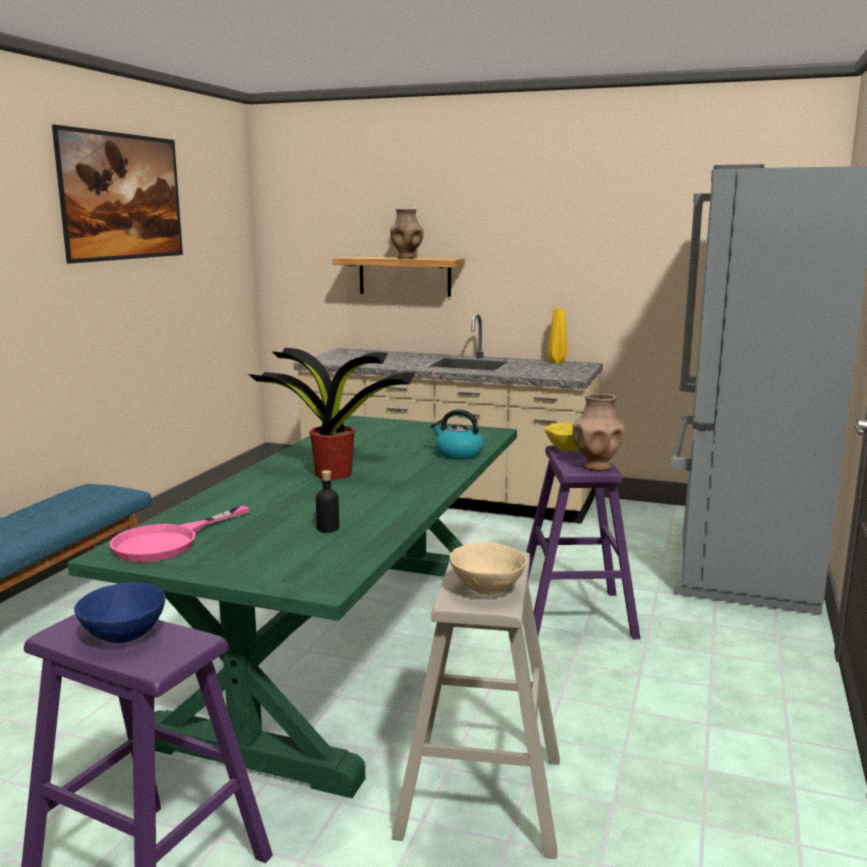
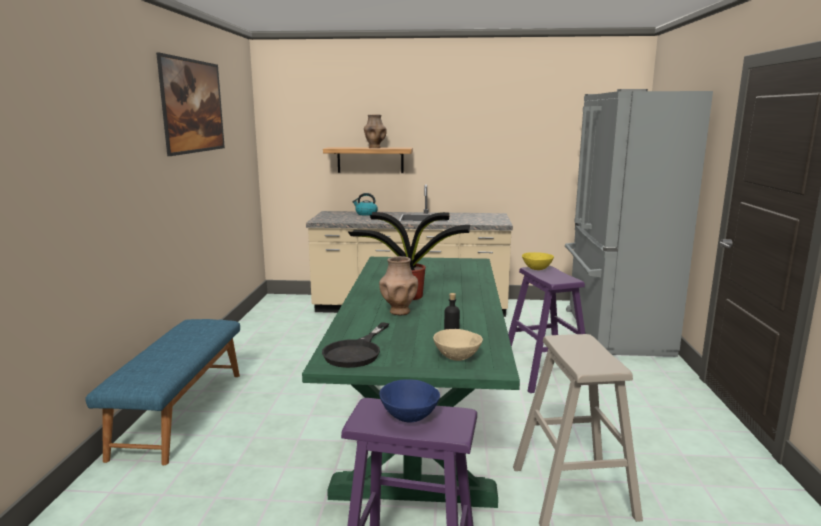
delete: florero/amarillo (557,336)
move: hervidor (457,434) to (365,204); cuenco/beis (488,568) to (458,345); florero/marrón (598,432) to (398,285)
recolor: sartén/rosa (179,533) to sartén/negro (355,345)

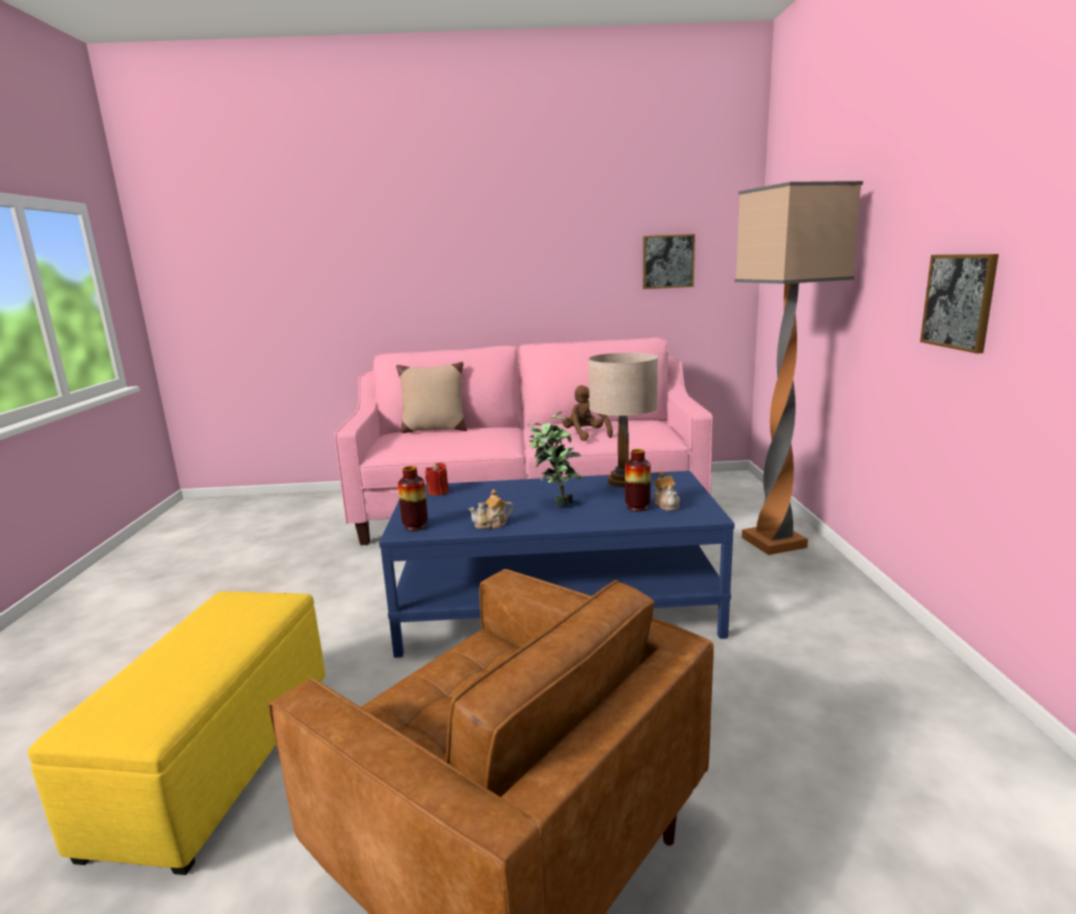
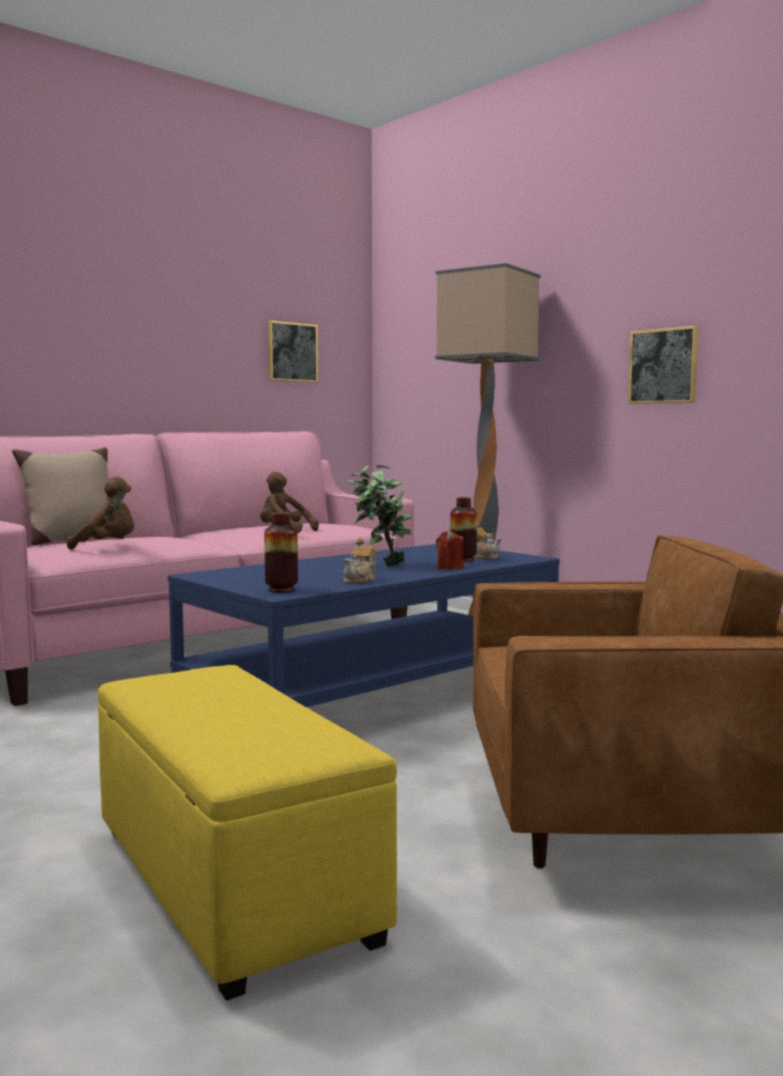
delete: lámpara de mesa/beis (623,420)
insert: peluche/marrón (100,513)
move: vela/rojo (437,479) to (450,550)

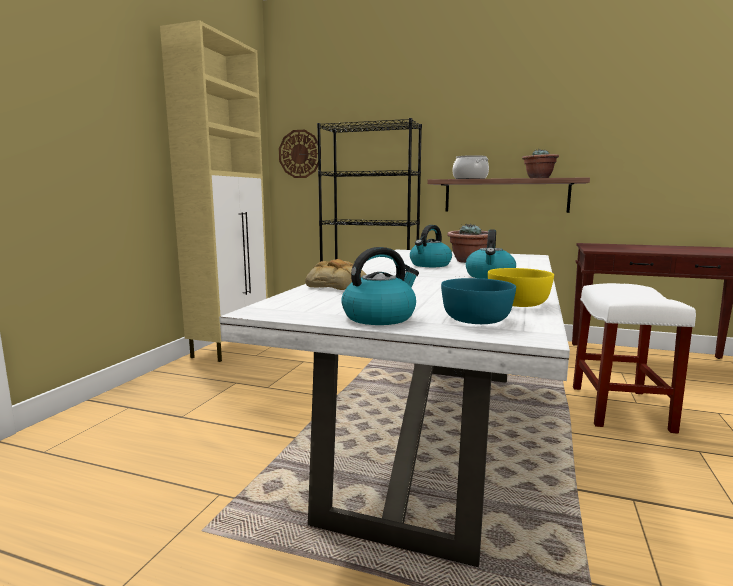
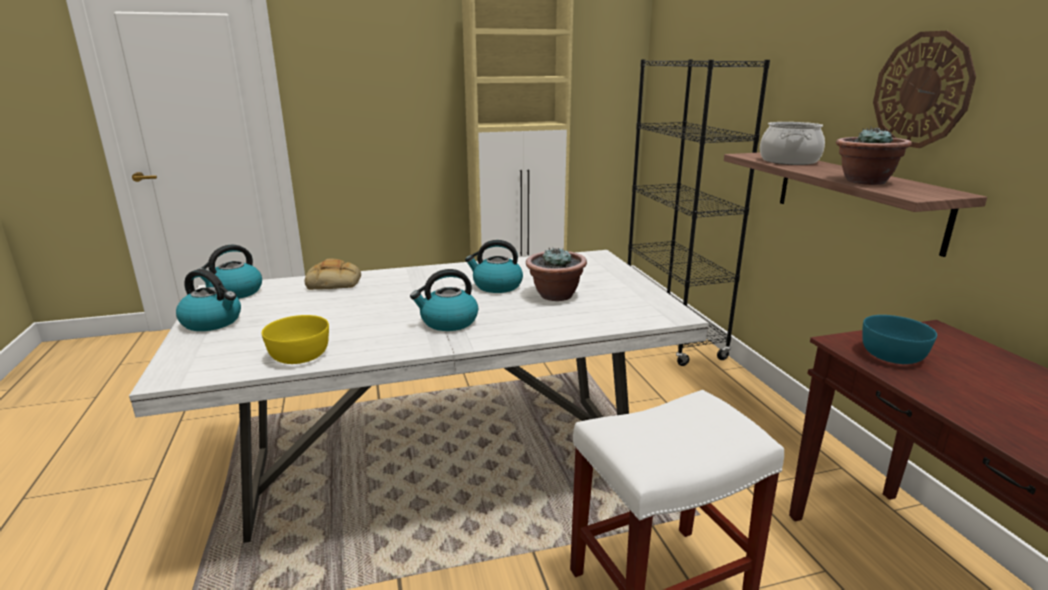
insert: hervidor (230,272)
move: reloj de pared (298,154) to (924,89); cuenco/turquesa (478,301) to (899,339)

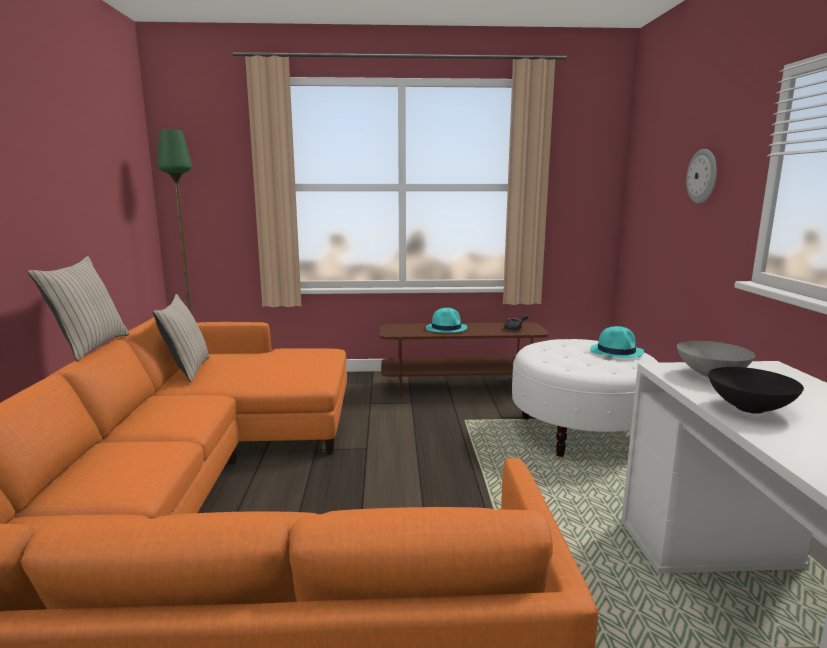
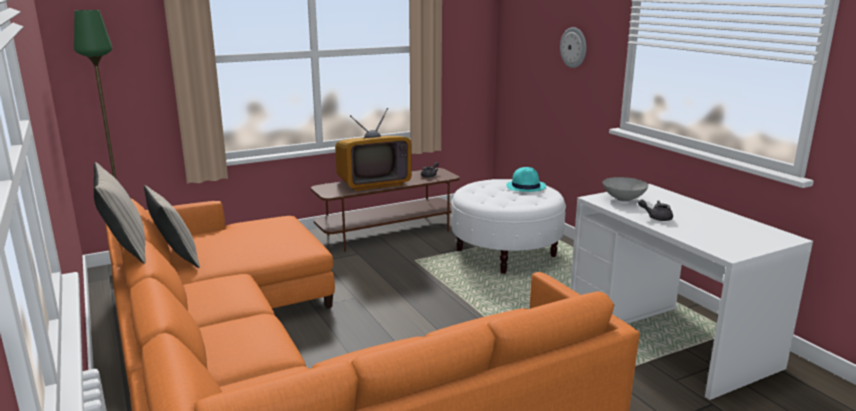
replace: sombrero/turquesa (446,320) to televisor (373,149); cuenco/negro (756,390) to tetera/gris (655,210)

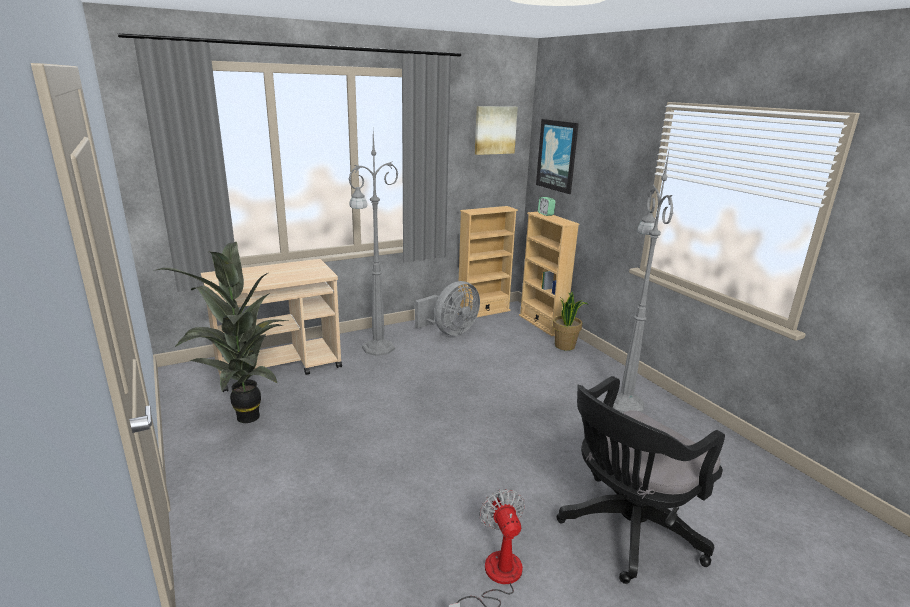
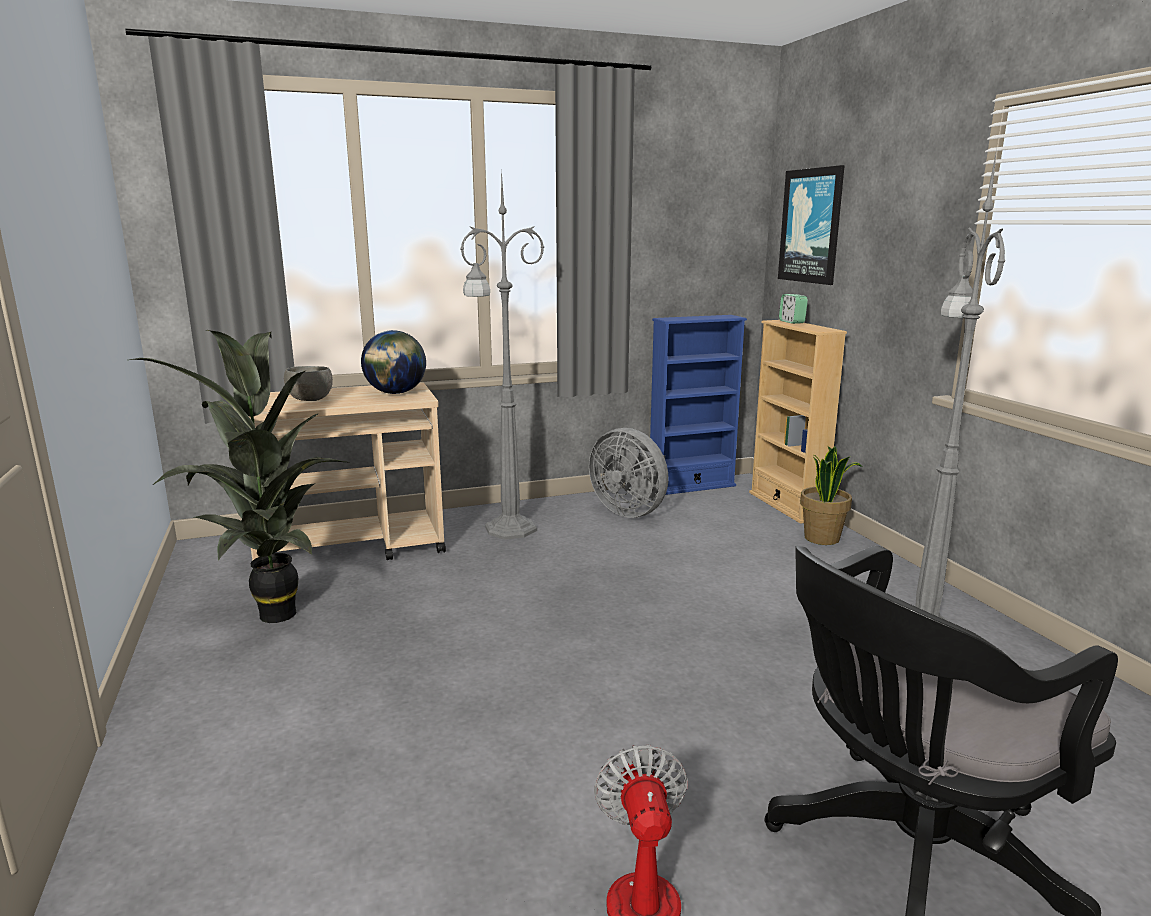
delete: cuadro (496,130)
insert: cuenco/gris (308,383); globo terráqueo (393,362)
recolor: estantería/beis (488,261) to estantería/azul (698,405)
rotate: ventilador/gris (447,308) = (629,473) 75 degrees clockwise

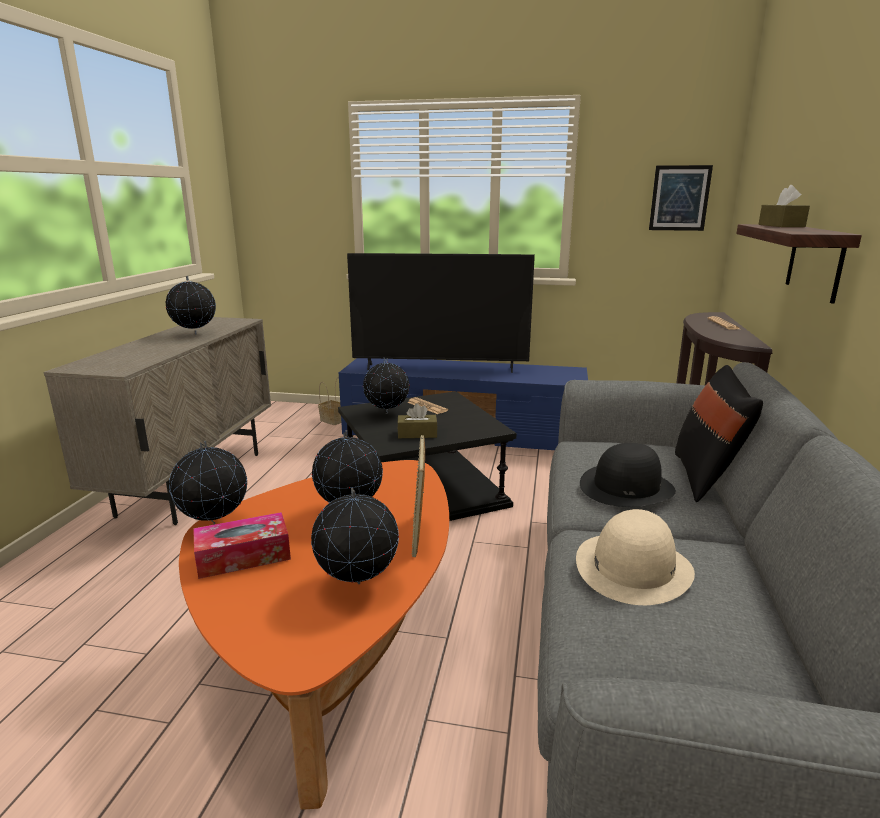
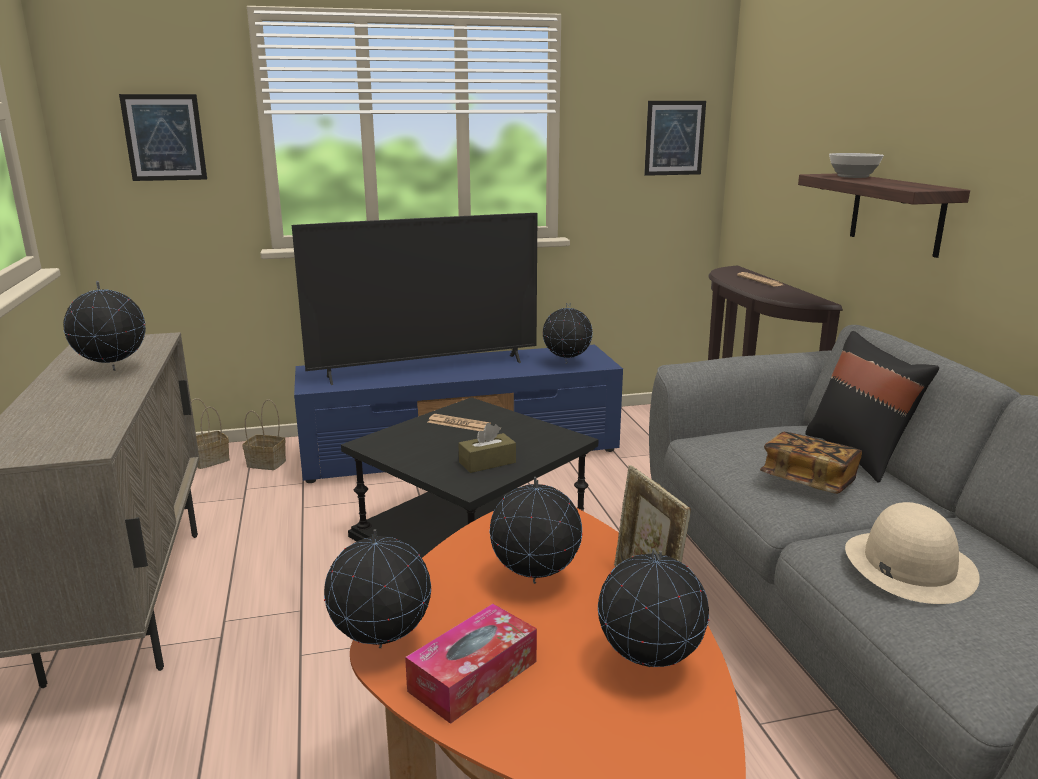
insert: cuadro (163,137); cesta (210,433)
move: globo terráqueo (386,386) to (568,333)
replace: sombrero/negro (628,475) to libro (811,463); caja de pañuelos/marrón (784,206) to cuenco (856,165)

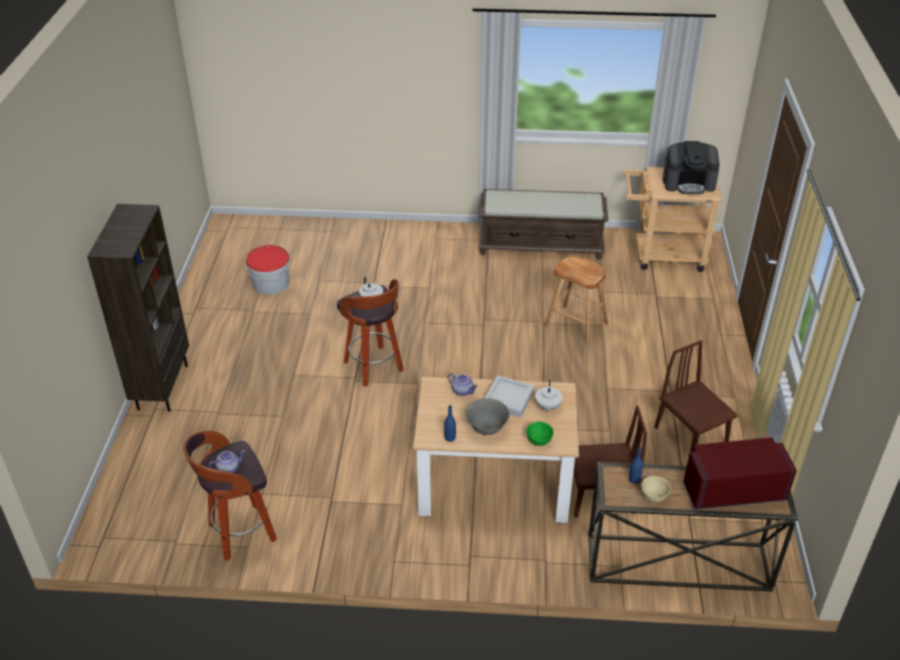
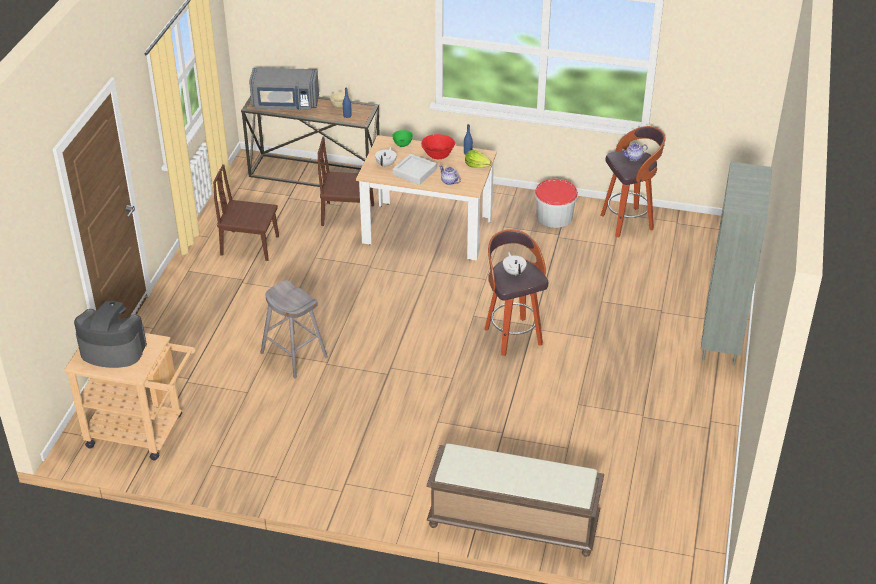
insert: lechuga (478,159)
move: cubo (268,270) to (556,203); banco/marrón (543,224) to (515,500)
recolor: estantería/marrón (138,308) to estantería/gris (736,263); cuenco/gris (488,416) to cuenco/rojo (438,146); taburete/marrón (576,301) to taburete/gris (294,329); microondas/rojo (740,473) to microondas/gris (284,89)
rotate: silla/marrón (696,396) = (246,212) 120 degrees clockwise

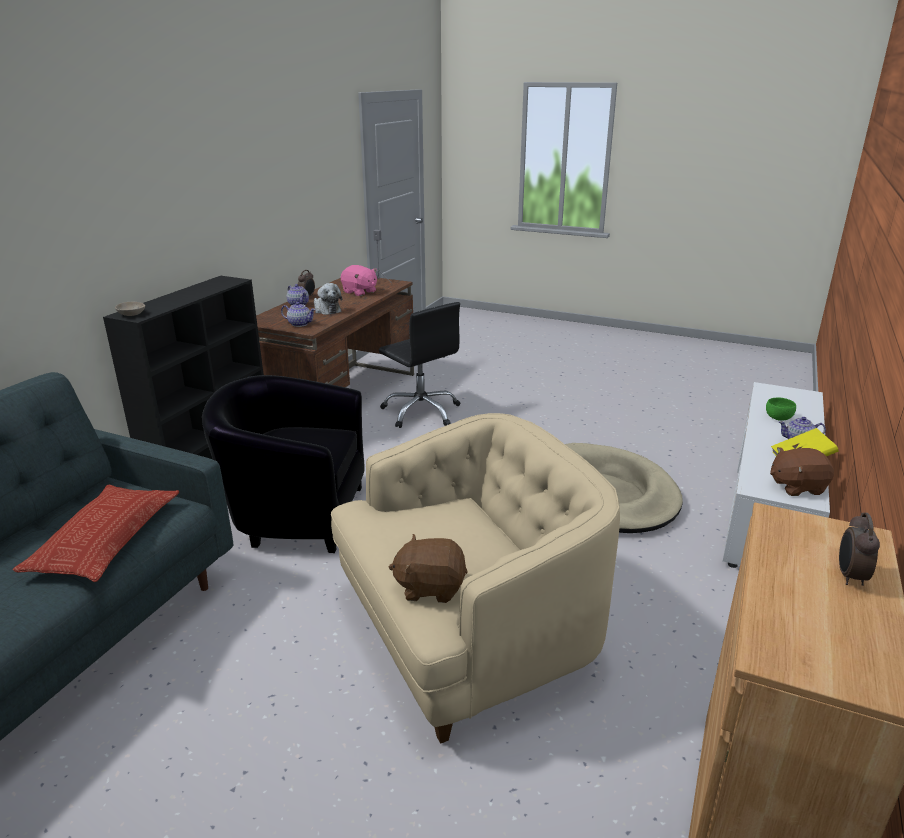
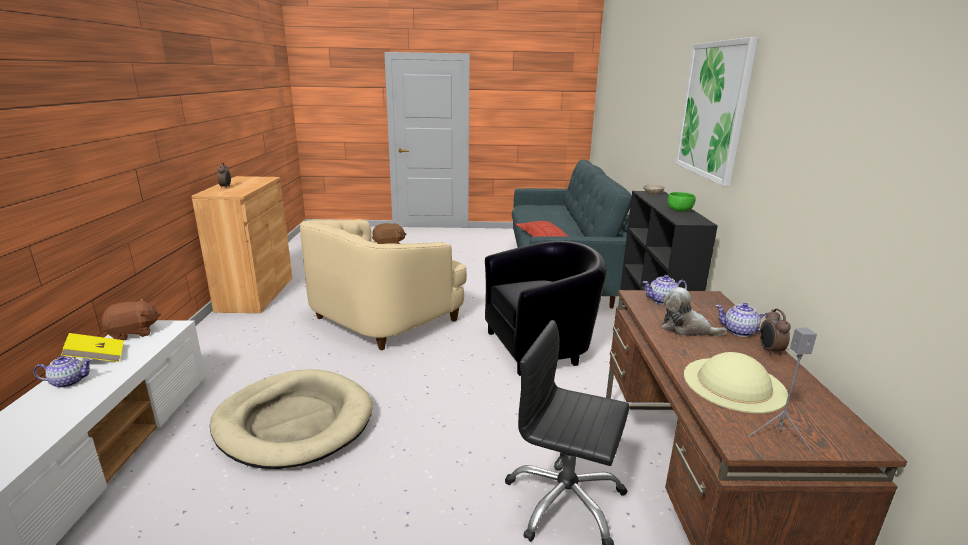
insert: cuadro (716,111)
move: cuenco/verde (781,409) to (682,201)
replace: peluche/rosa (359,280) to sombrero/beis (736,382)

